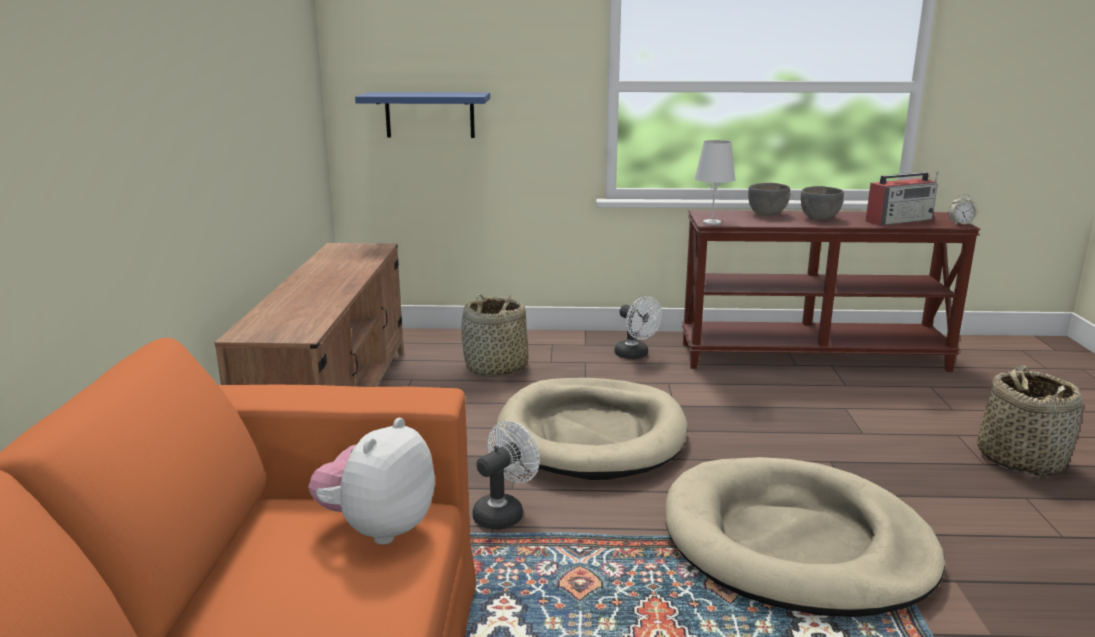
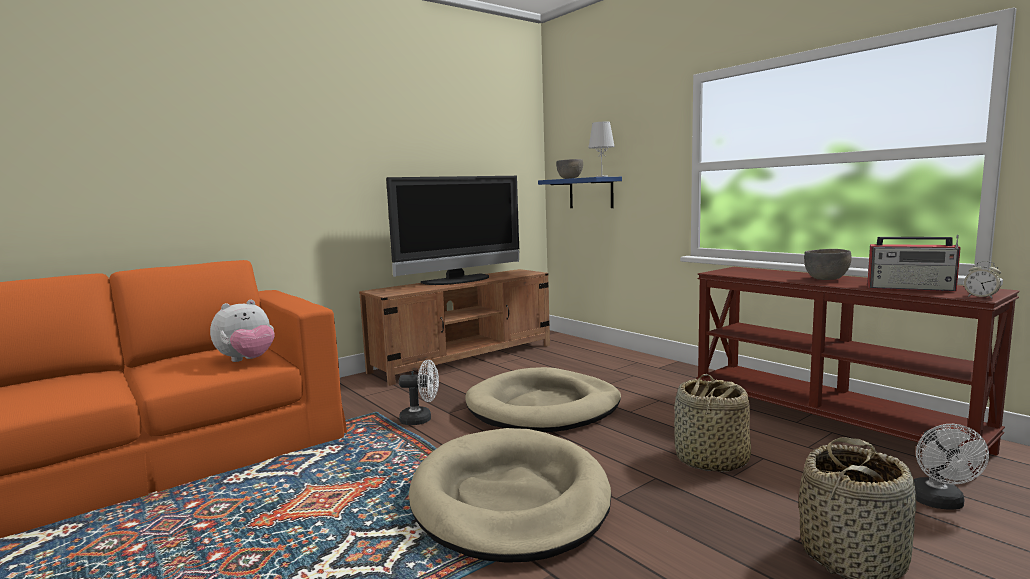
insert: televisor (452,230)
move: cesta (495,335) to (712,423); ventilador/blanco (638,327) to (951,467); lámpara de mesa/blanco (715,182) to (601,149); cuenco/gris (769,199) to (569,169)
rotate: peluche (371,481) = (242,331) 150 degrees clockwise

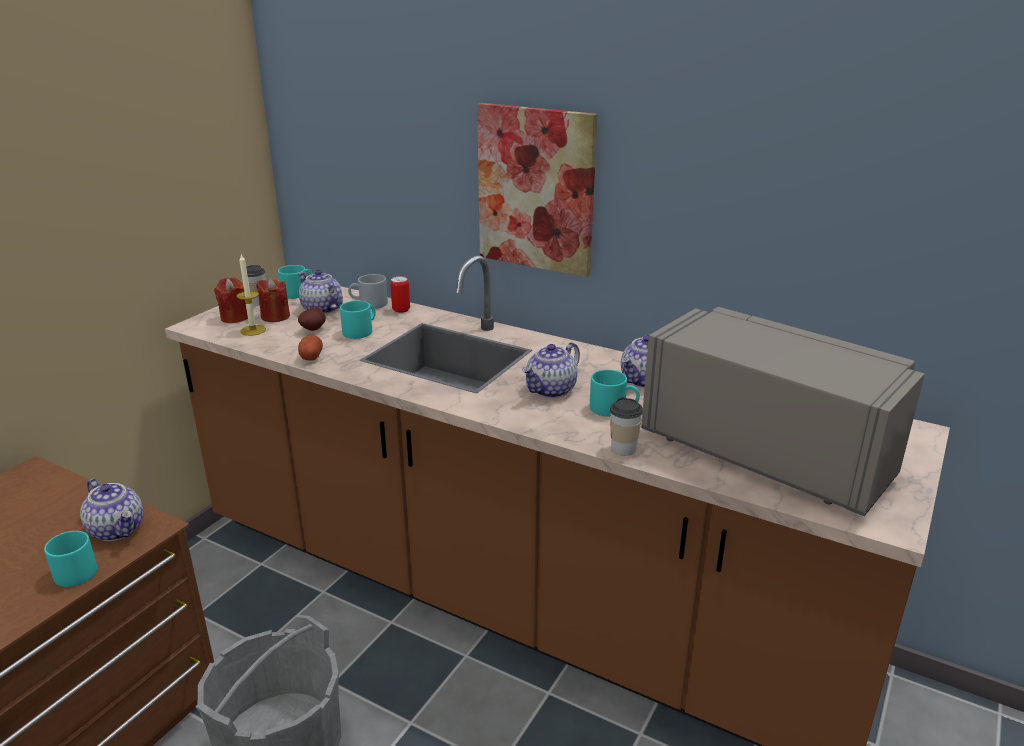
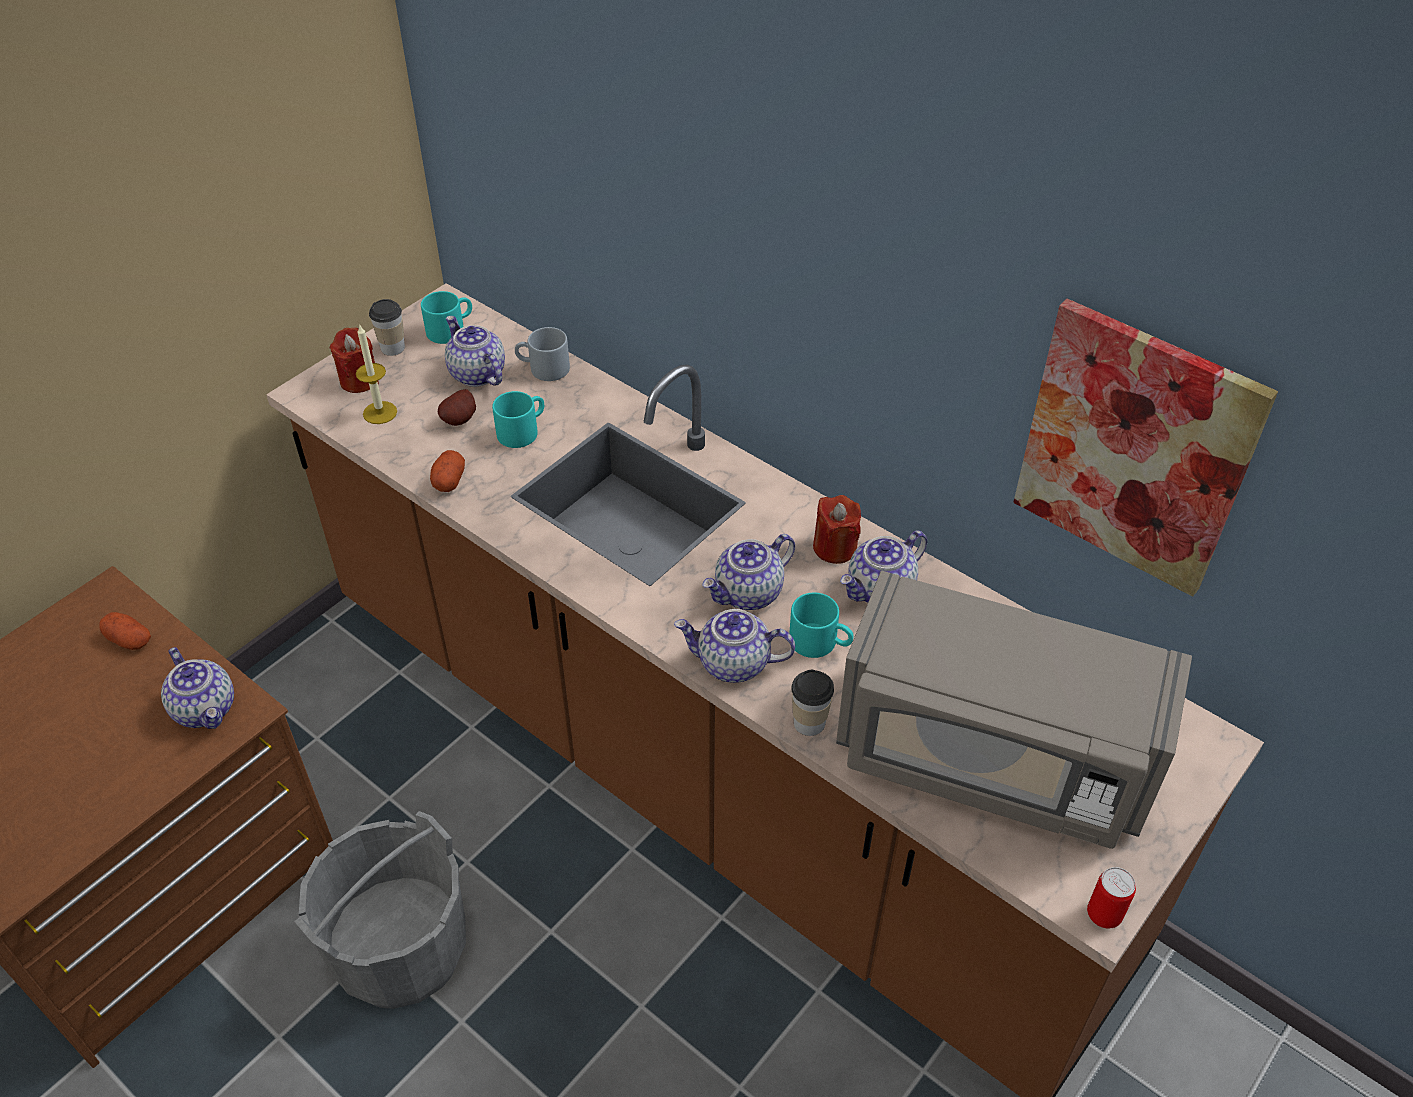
delete: taza grande/turquesa (71,559)
insert: patata (125,631); tetera (734,646)
move: vela/rojo (273,300) to (837,529); lata (400,294) to (1111,897); cuadro (537,190) to (1145,448)
rotate: microondas/gris (783,411) = (1014,710) 150 degrees clockwise

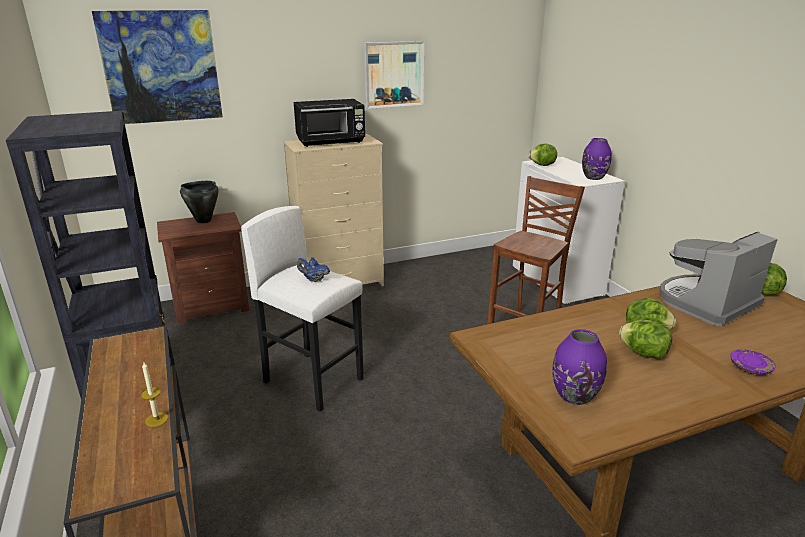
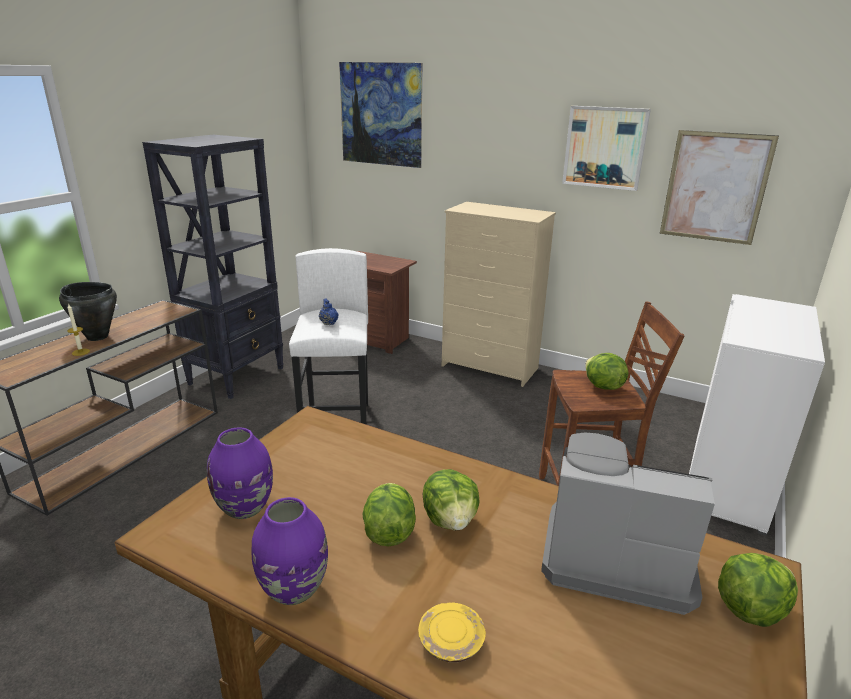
delete: microondas/negro (329,123)
insert: cuadro (719,187)
move: olla/negro (199,202) to (88,311); lechuga (542,155) to (606,371); florero/morado (597,159) to (290,551)
recolor: plato/morado (753,362) to plato/amarillo (452,633)

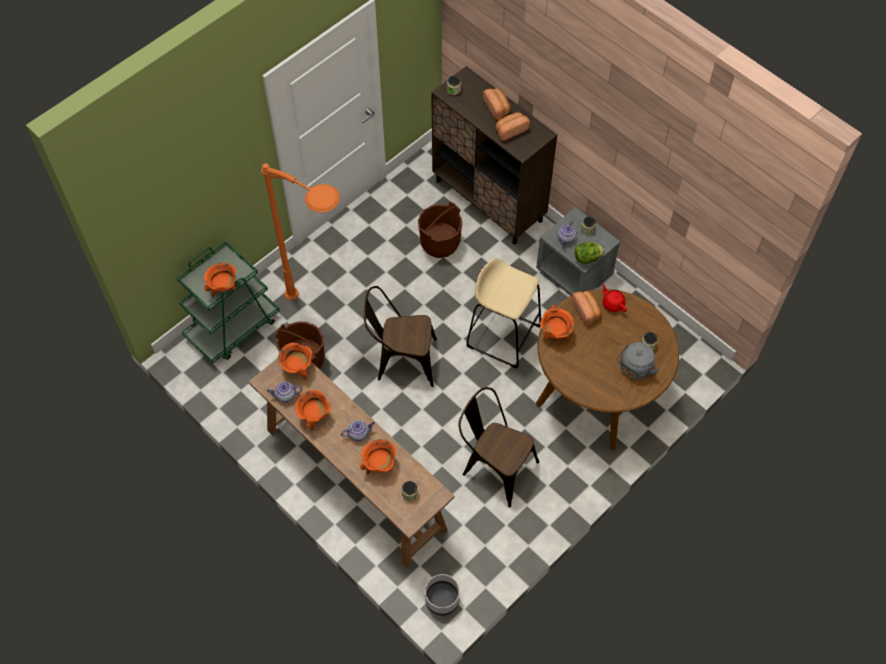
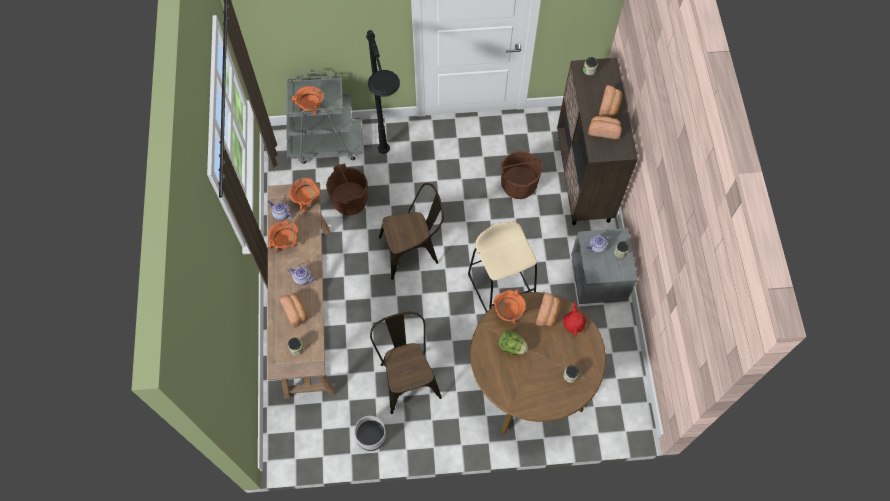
delete: hervidor/gris (638,361)
move: maceta/gris (442,595) to (370,433); lechuga (589,253) to (513,342)
replace: olla/naranja (378,457) to pan (293,311)
recolor: carrito/verde (228,302) to carrito/gris (324,117); lámpara de pie/naranja (300,231) to lámpara de pie/negro (383,92)
rotate: silla/marrón (400,336) = (411,231) 120 degrees clockwise

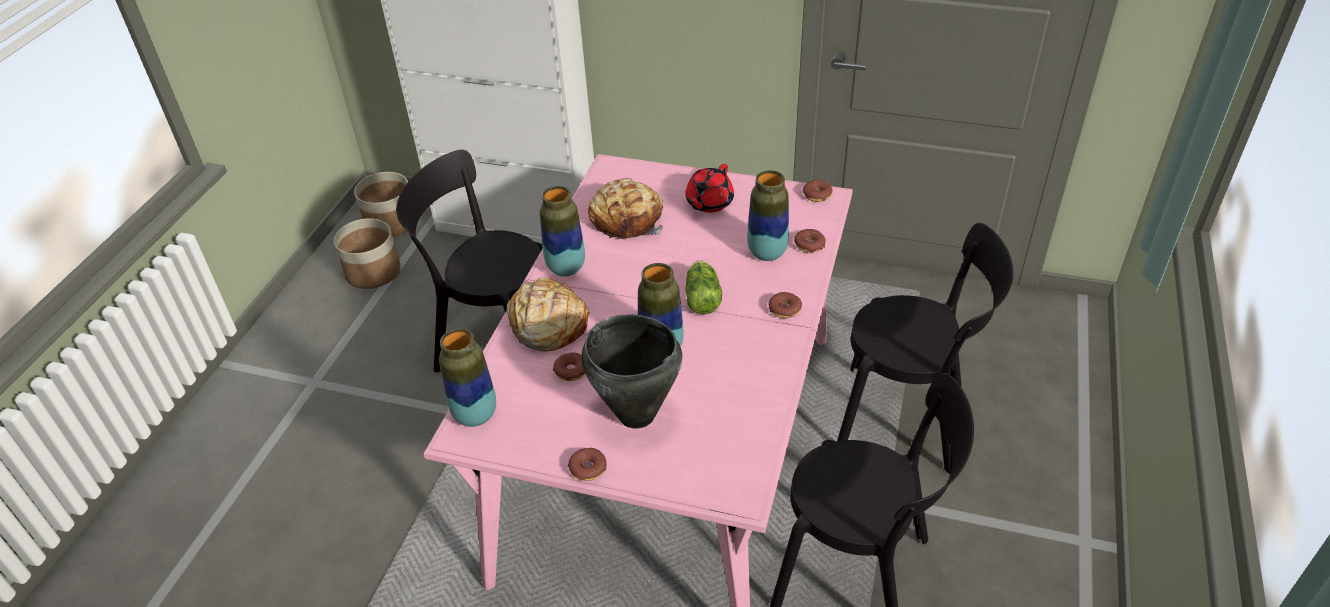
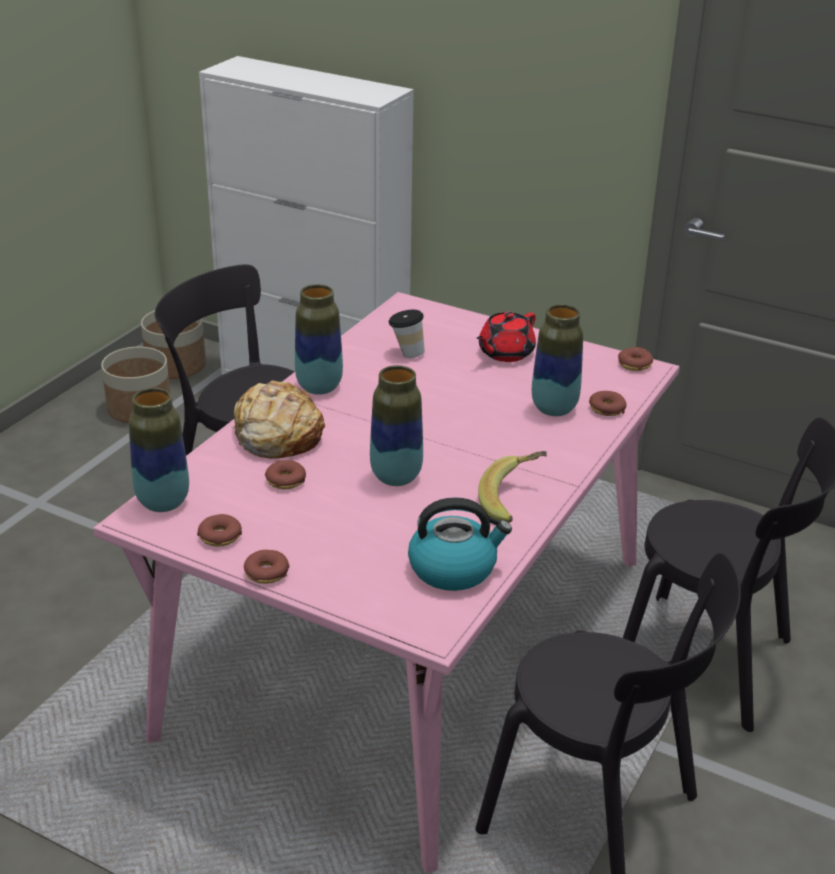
delete: olla/negro (632,371); lechuga (703,287)
insert: hervidor (460,544); plátano (512,487)
move: rosquilla (785,305) to (219,530)
replace: pan (625,208) to taza (407,334)

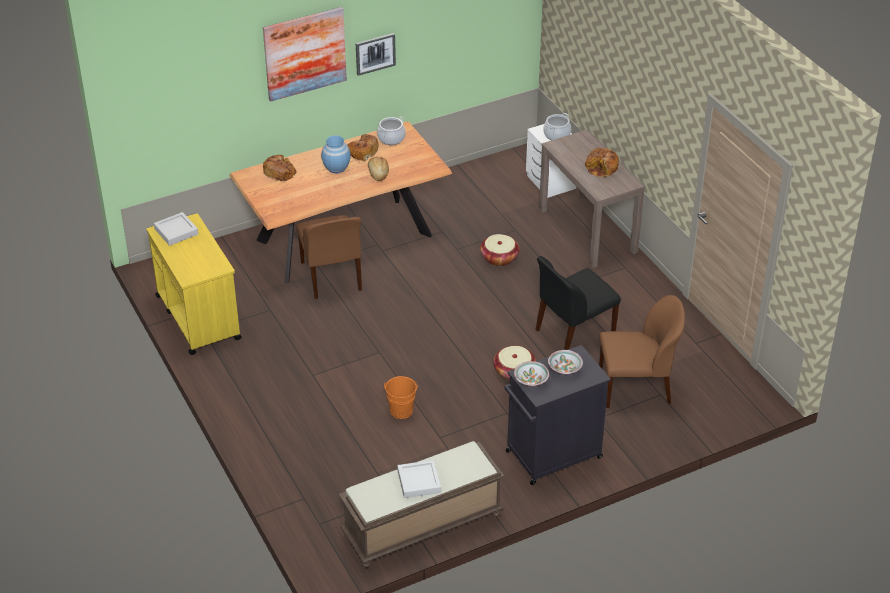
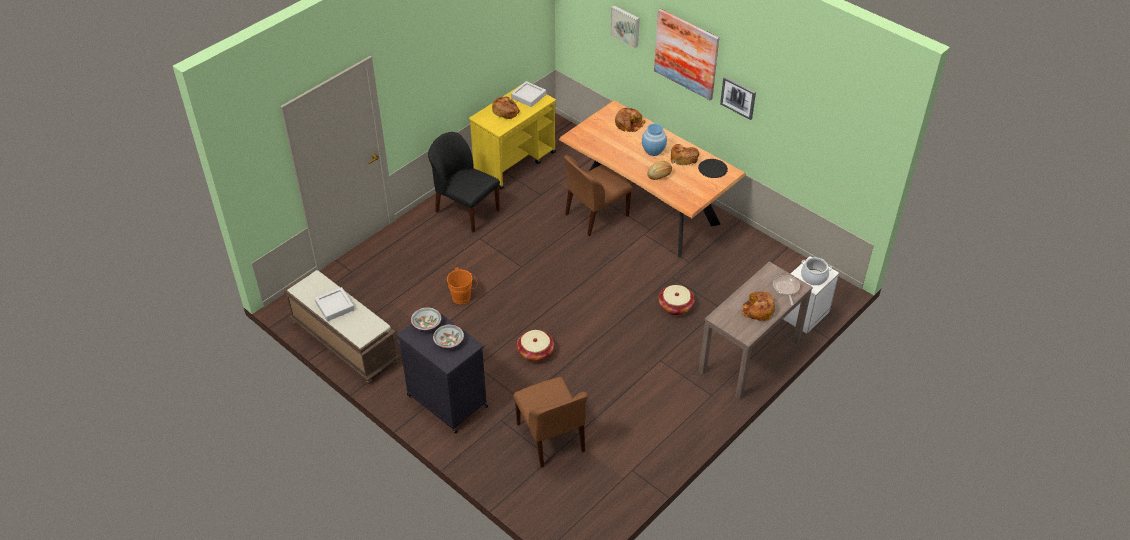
insert: pan (506,107); cuadro (625,27); sartén (786,290)
move: silla/negro (578,303) to (464,182)
replace: olla (391,131) to plato/negro (713,168)

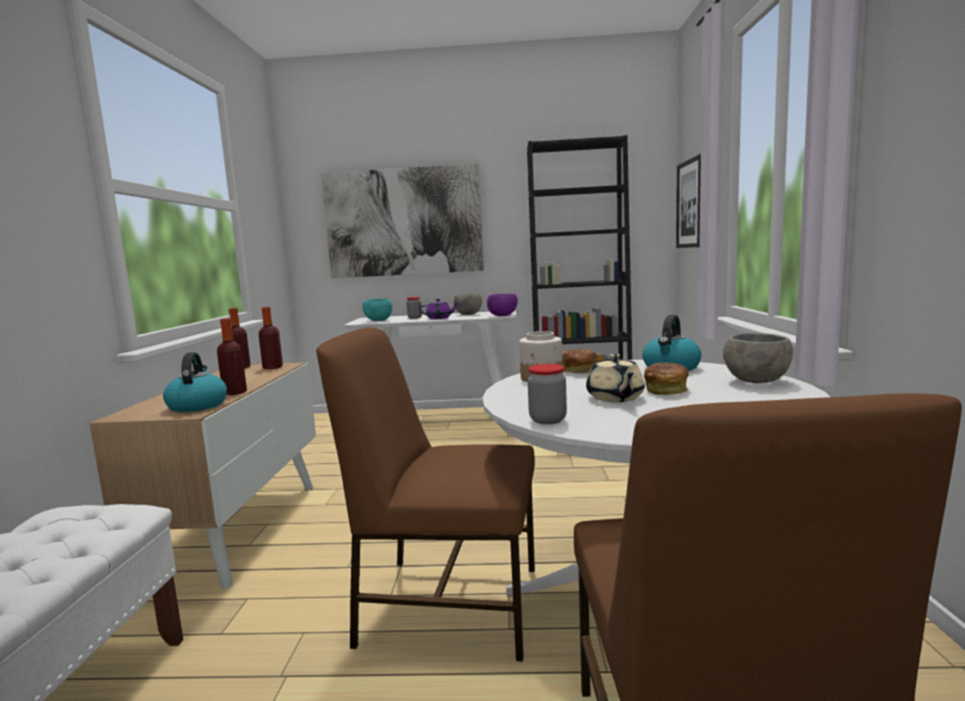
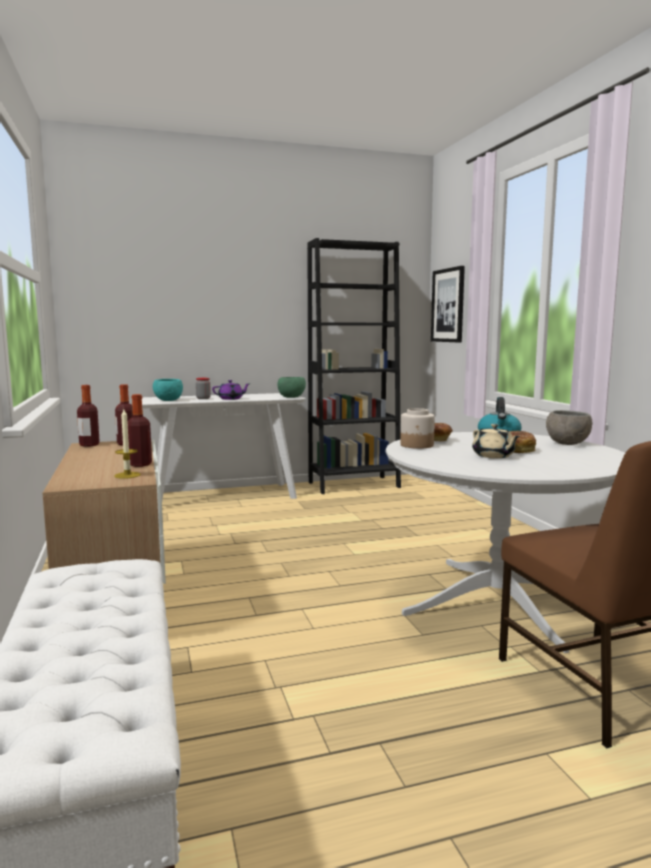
delete: silla/marrón (425,494); cuadro (402,220); cuenco/gris (468,304); tarro (547,394)
replace: hervidor (195,382) to vela (127,444)
recolor: cuenco/morado (502,305) to cuenco/verde (291,387)

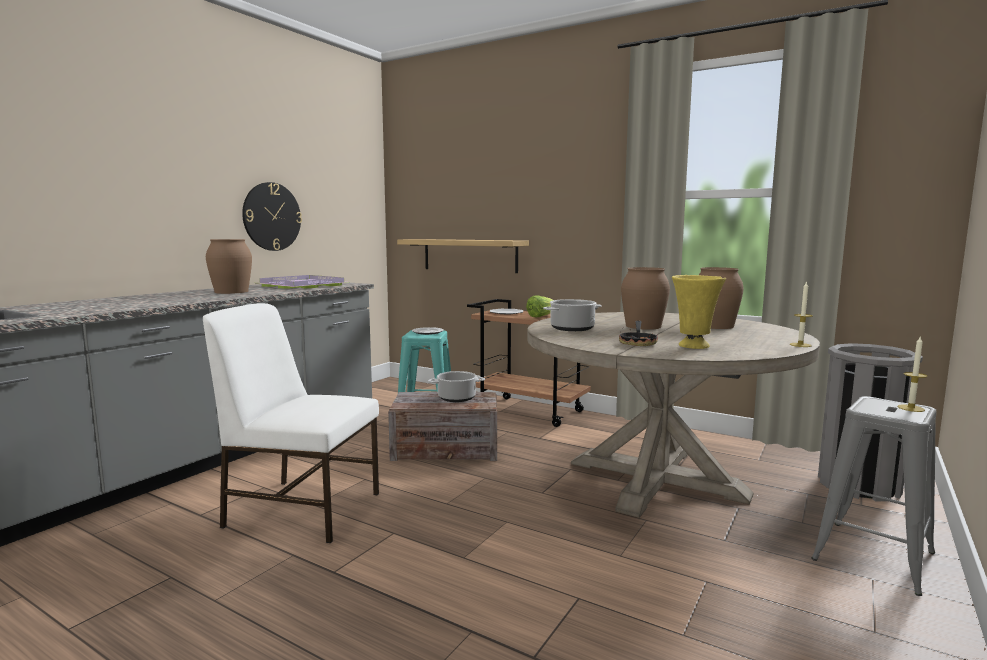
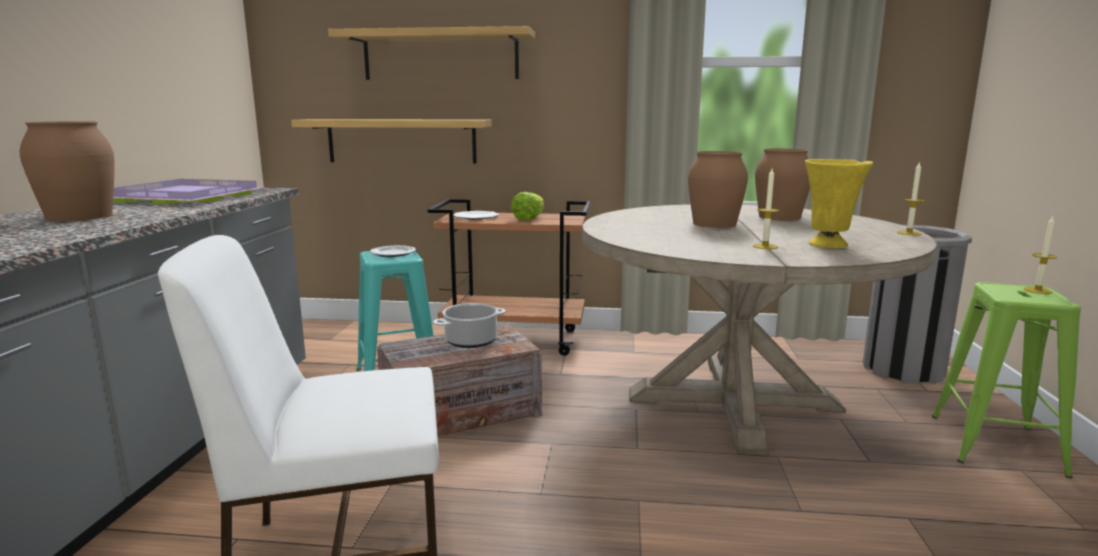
delete: reloj de pared (272,216); olla (572,315)
insert: estante (431,53)
replace: sartén (638,333) to vela (766,209)
recolor: taburete/gris (874,496) to taburete/verde (1006,380)

